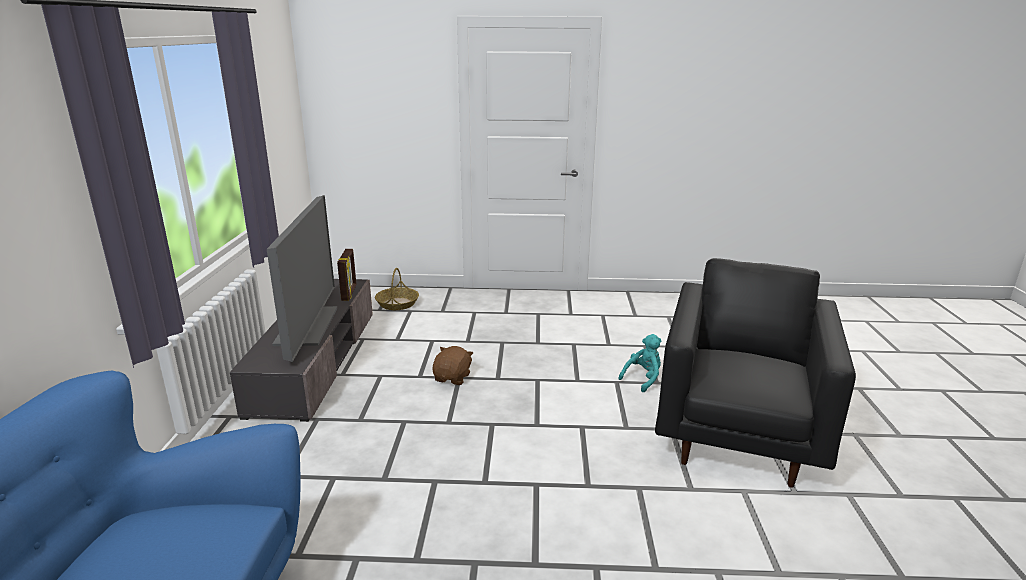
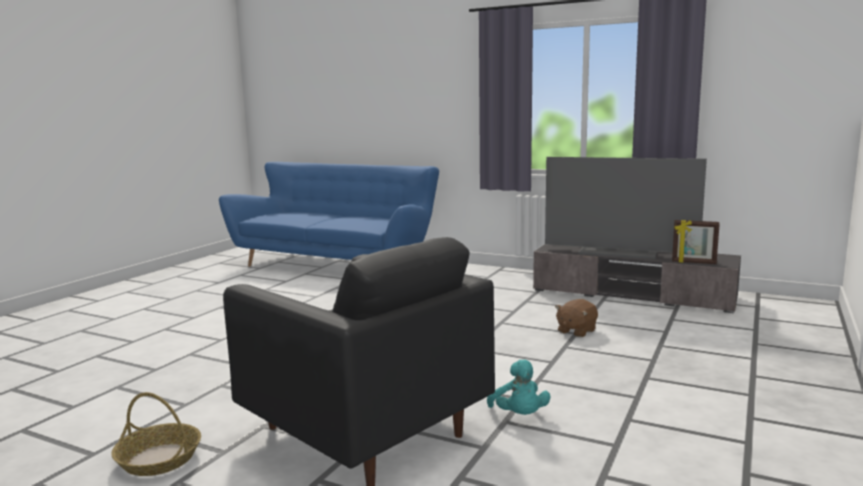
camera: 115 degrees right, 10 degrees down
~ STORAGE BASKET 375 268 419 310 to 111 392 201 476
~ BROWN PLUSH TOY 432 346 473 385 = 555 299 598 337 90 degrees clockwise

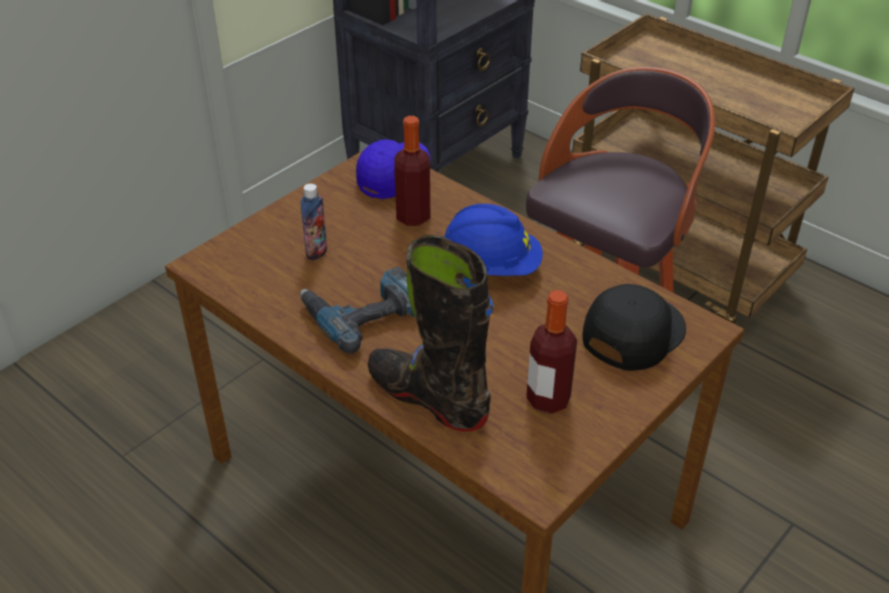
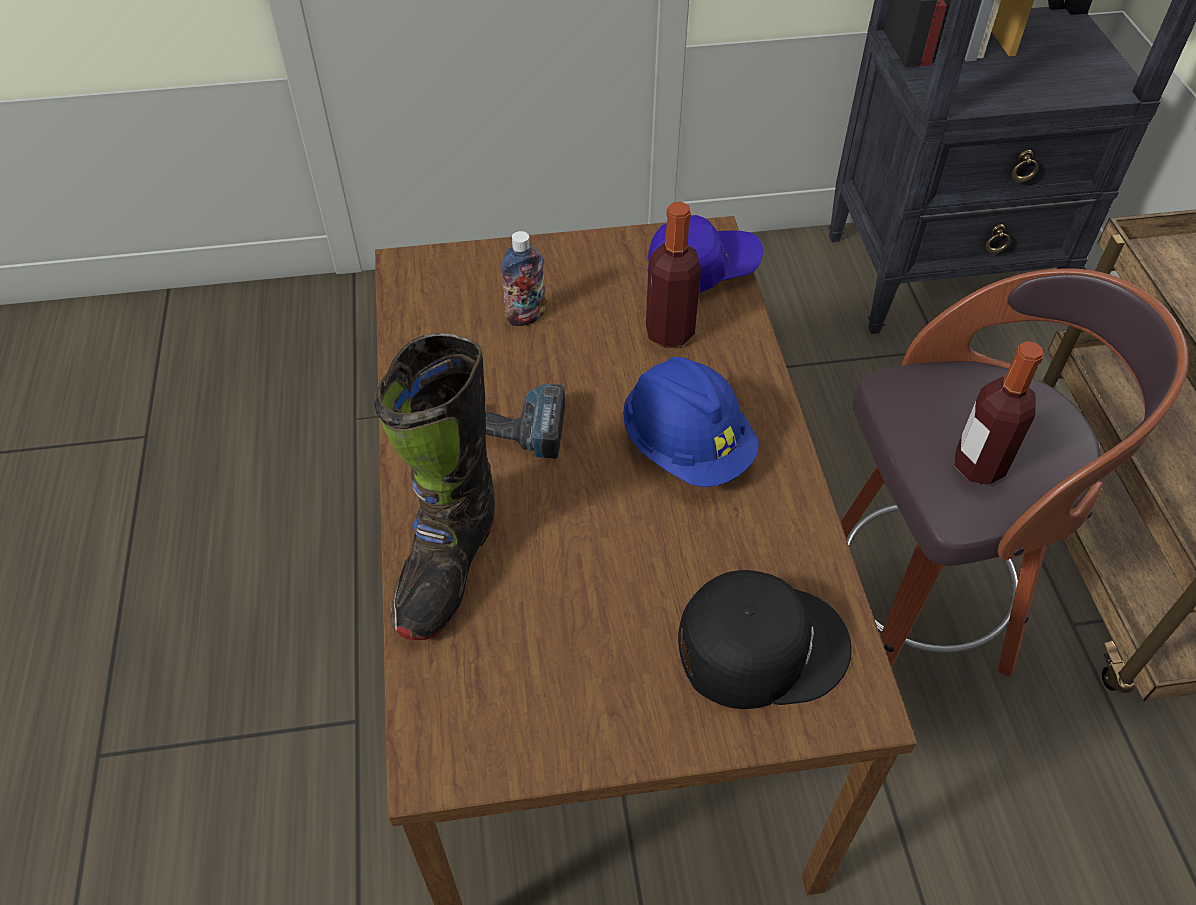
camera: 40 degrees right, 10 degrees up
~ BLACK BOOT 368 235 494 431 = 374 333 495 640 150 degrees counterclockwise
~ BEVERAGE BOTTLE 526 290 577 414 to 954 341 1043 485

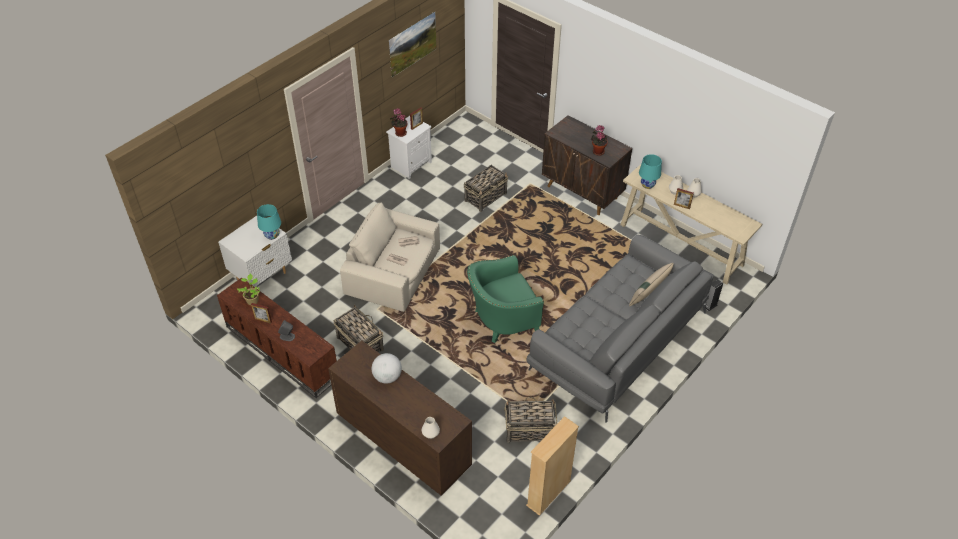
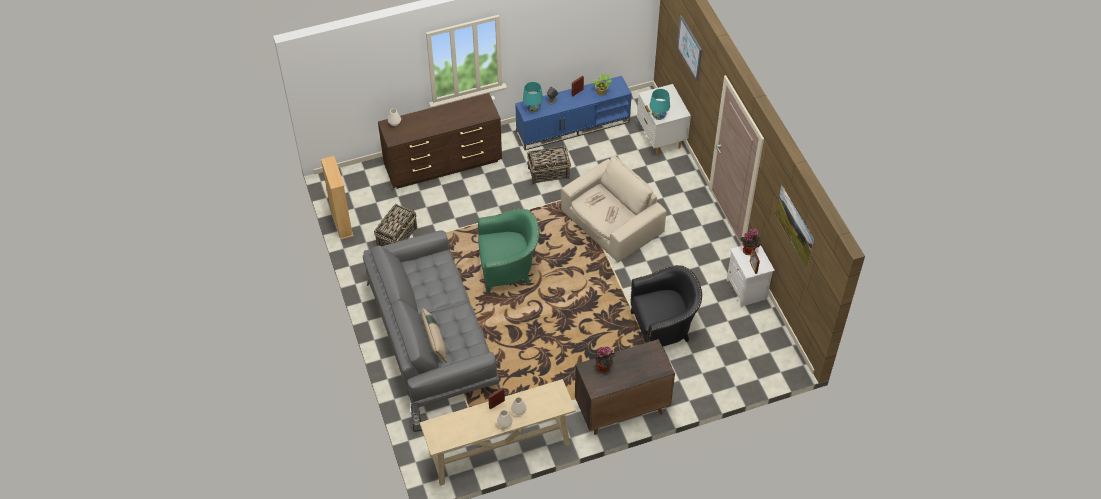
camera: 120 degrees right, 5 degrees up
~ TURQUOISE-COLOURED LAMP FOR A TABLE 639 154 662 189 to 523 82 543 112
~ STORAGE BASKET 464 165 508 212 to BLACK LOUNGE CHAIR 630 265 702 347
~ GREENISH LOUNGE CHAIR 467 255 544 343 = 478 209 539 293 75 degrees clockwise
~ BROWN TV STAND 217 277 337 398 to BLUE TV STAND 515 76 632 150
- WORLD GLOBE 372 353 402 384
+ WALL PICTURE 677 15 702 81

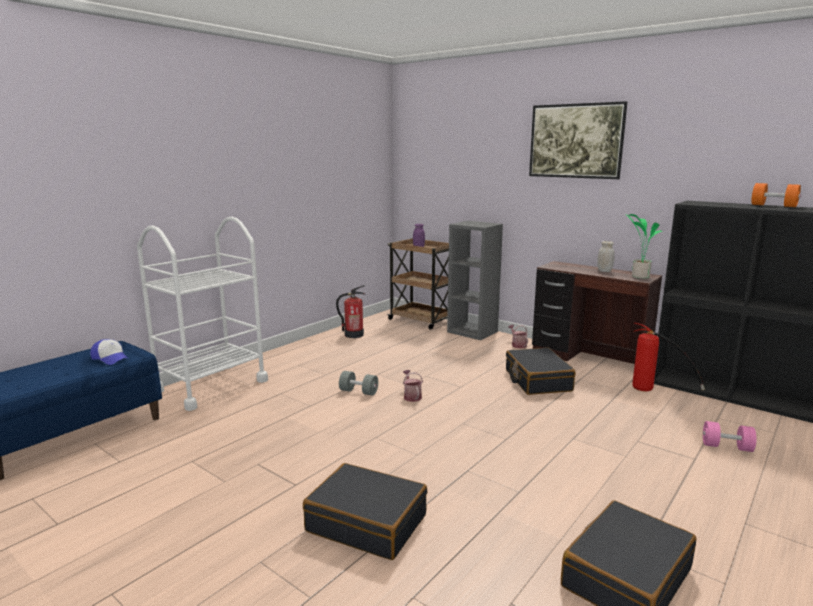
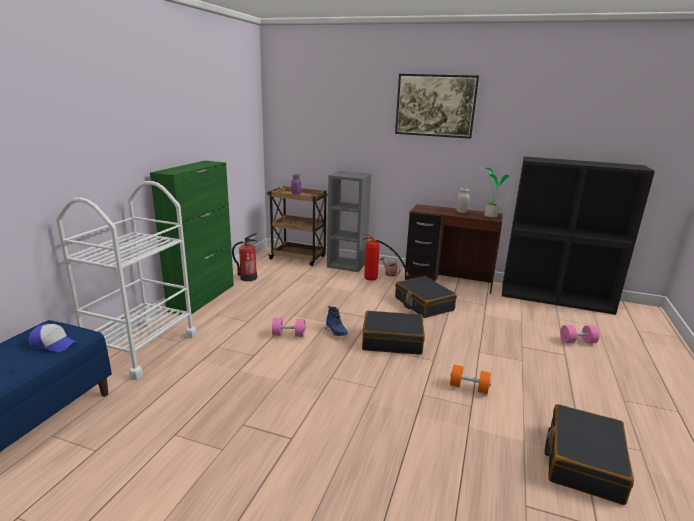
camera: 20 degrees left, 5 degrees up
~ ORANGE-COLOURED HAND WEIGHT 751 183 801 207 to 450 365 491 394
~ FIRE EXTINGUISHER 632 323 705 391 to 363 234 409 281
~ WATERING CAN 403 370 423 402 to BLUE BOOT 325 306 348 336
~ GRAY HAND WEIGHT 339 371 378 396 to PINK-COLOURED HAND WEIGHT 272 318 306 337
~ BLACK SUITCASE 303 463 427 560 to 362 311 425 355
+ GREENISH CABINET 150 161 234 315

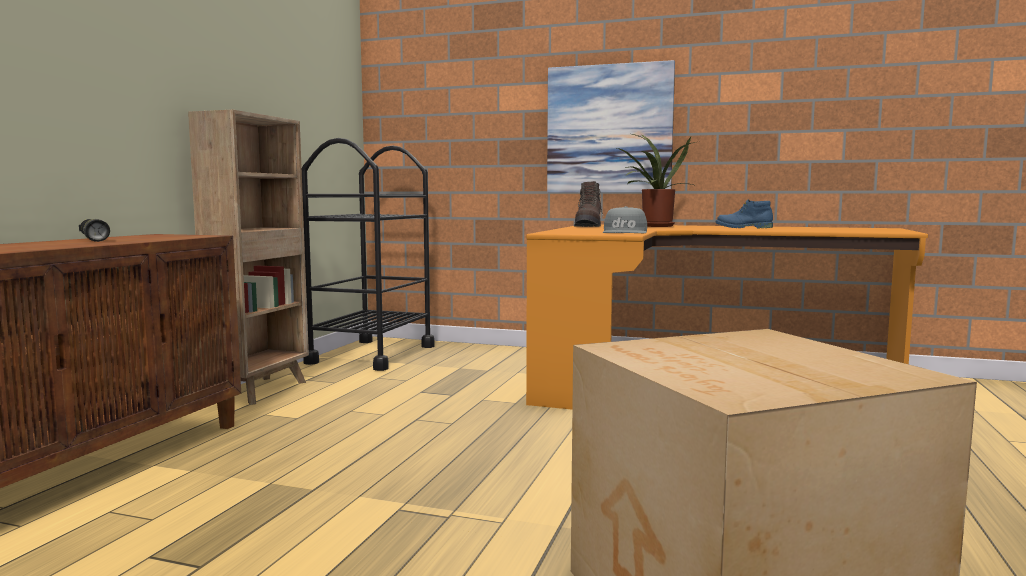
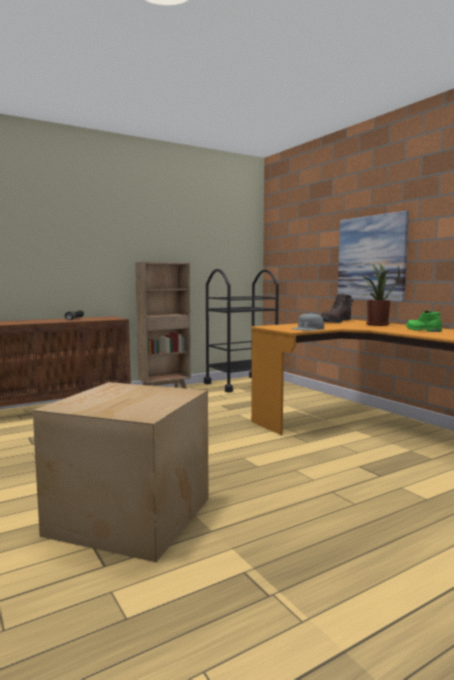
camera: 40 degrees right, 0 degrees up
~ BLUE BOOT 716 200 773 228 to GREENISH BOOT 406 310 442 332

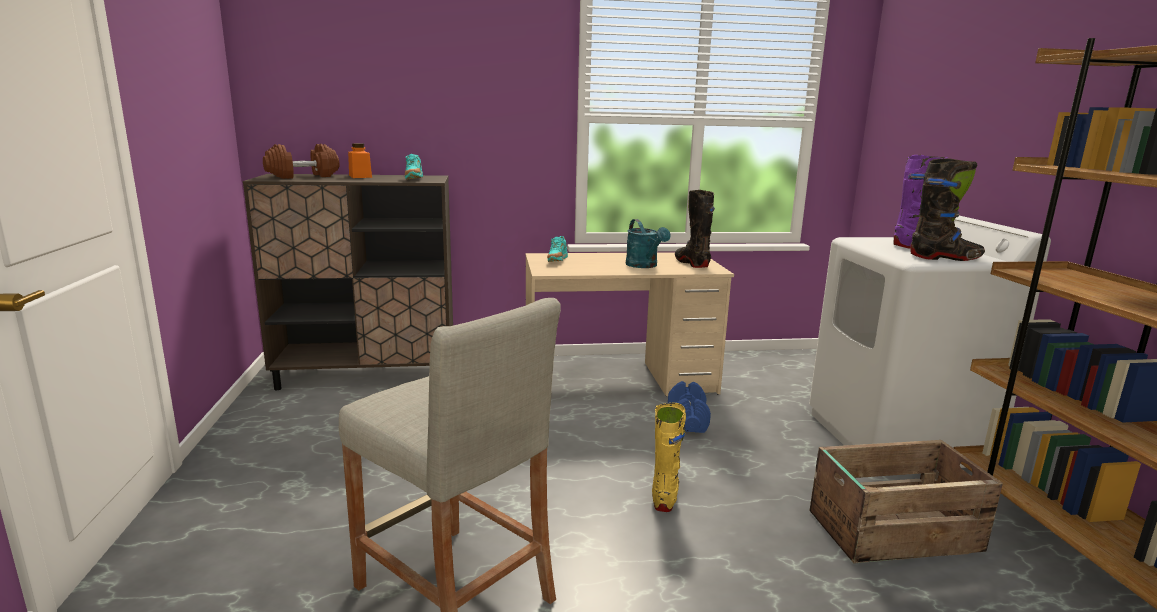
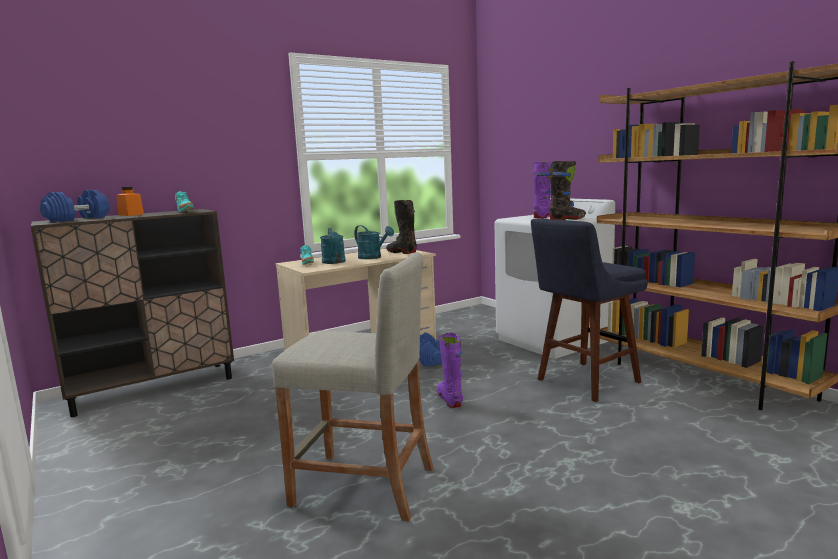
camera: 25 degrees left, 5 degrees down
~ BROWN HAND WEIGHT 263 144 340 179 to BLUE HAND WEIGHT 40 190 109 222
~ YELLOW-COLOURED BOOT 652 403 686 512 to PURPLE-COLOURED BOOT 437 333 463 408
~ SHIPPING CRATE 810 440 1003 564 to BLUE SITTING STOOL 531 218 648 402
+ TURQUOISE-COLOURED WATERING CAN 320 228 346 264

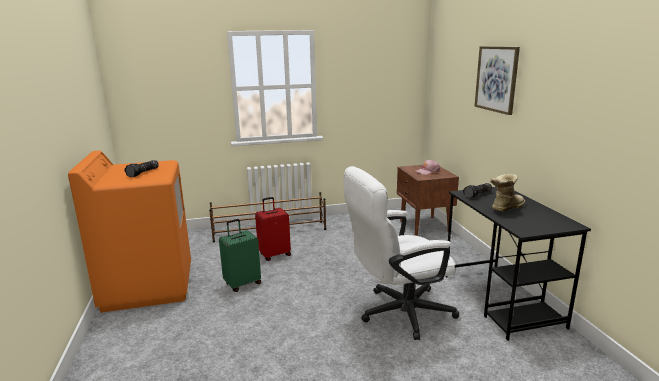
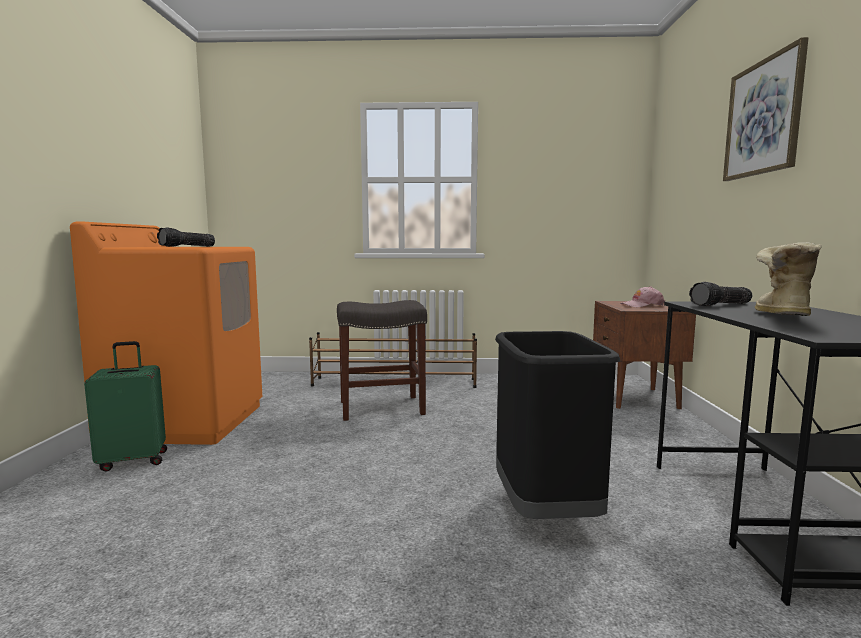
camera: 15 degrees right, 10 degrees down
~ WHITE-COLOURED OFFICE CHAIR 343 166 459 340 to BLACK RUBBISH BIN 495 331 620 519
~ BOOT 491 174 525 211 = 755 242 821 316 45 degrees counterclockwise
~ RED-COLOURED SUITCASE 255 197 291 261 to GRAY SITTING STOOL 337 300 427 421
~ GREENISH SUITCASE 219 219 261 292 to 84 341 167 471

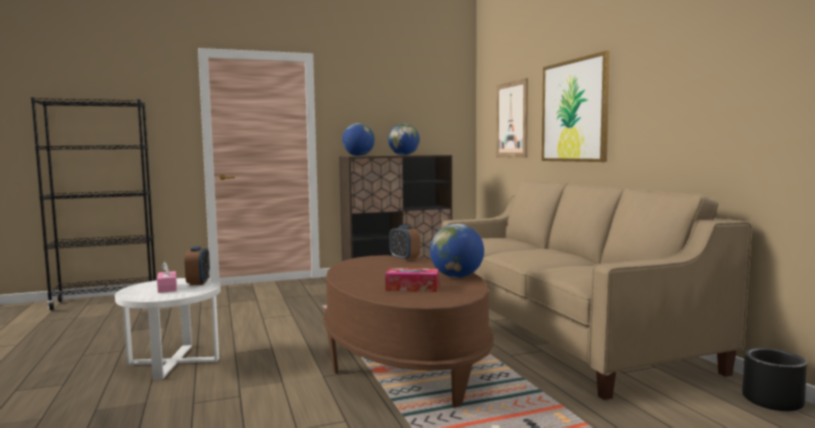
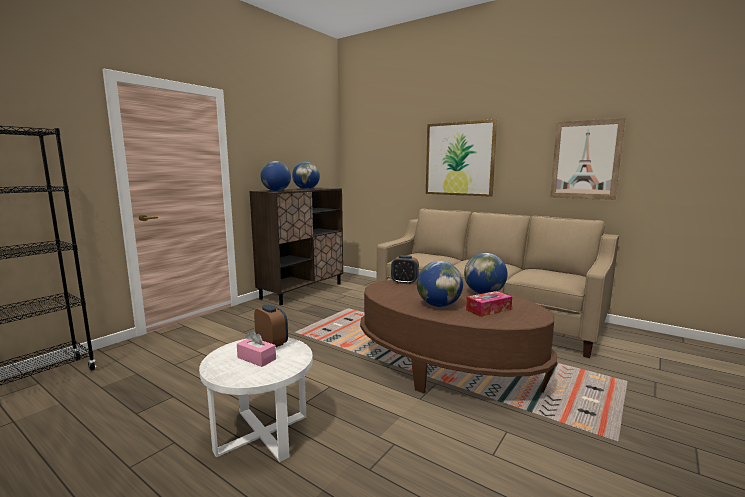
camera: 35 degrees left, 5 degrees up
~ WALL PICTURE 496 78 528 158 to 550 118 625 200
- BLACK PLANTER 742 348 807 411
+ WORLD GLOBE 417 261 463 307

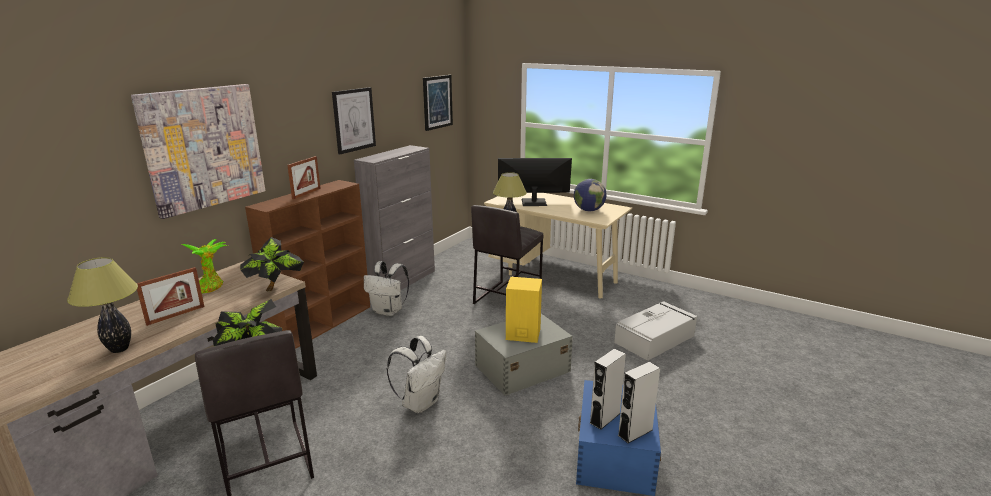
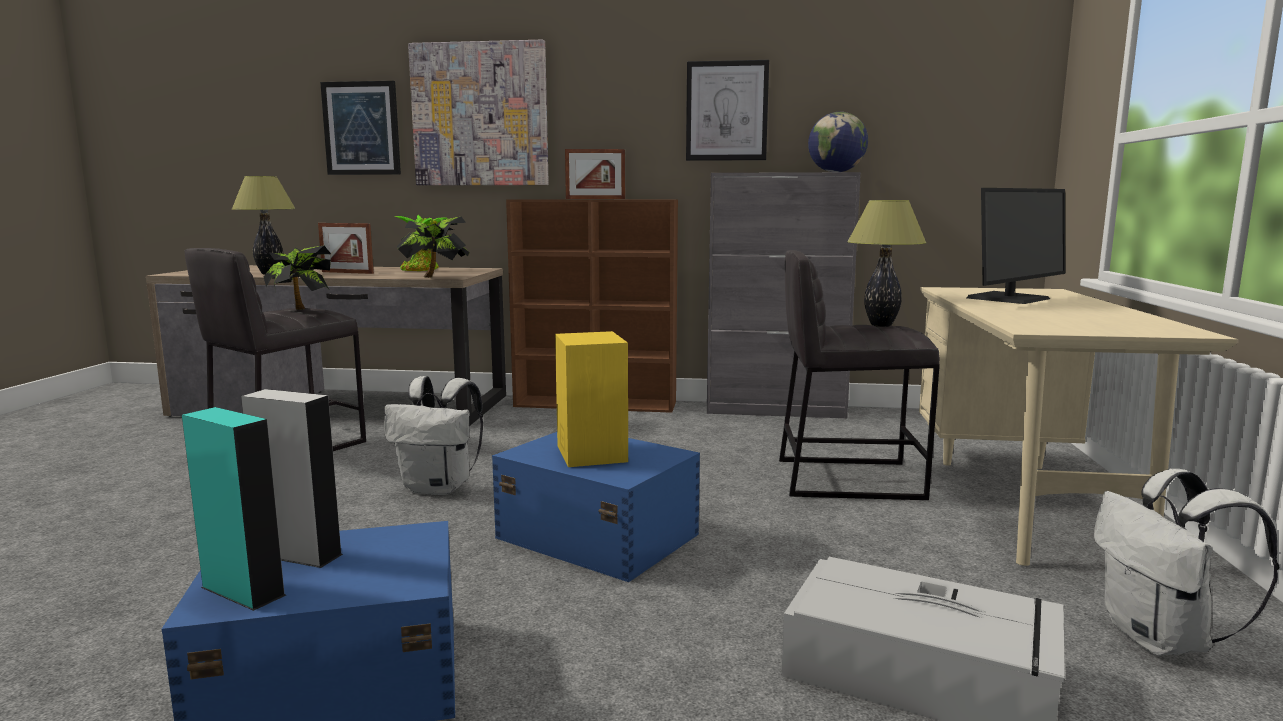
camera: 65 degrees right, 10 degrees down
~ WALL PICTURE 423 75 453 131 to 320 81 401 175
~ MONITOR 498 158 572 206 = 967 188 1065 304 75 degrees clockwise
~ WORLD GLOBE 574 179 607 211 to 808 112 868 172
~ WHITE-COLOURED RUCKSACK 364 261 409 316 to 1094 469 1279 656
~ GRAY STORAGE CONTAINER 475 314 573 396 to BLUE STORAGE CONTAINER 492 432 700 582
~ GRAY LOUDSPEAKER 618 362 660 443 to TURQUOISE-COLOURED LOUDSPEAKER 182 407 286 611

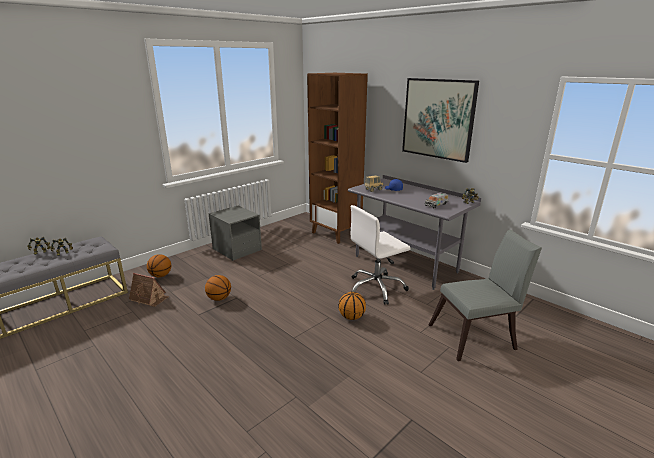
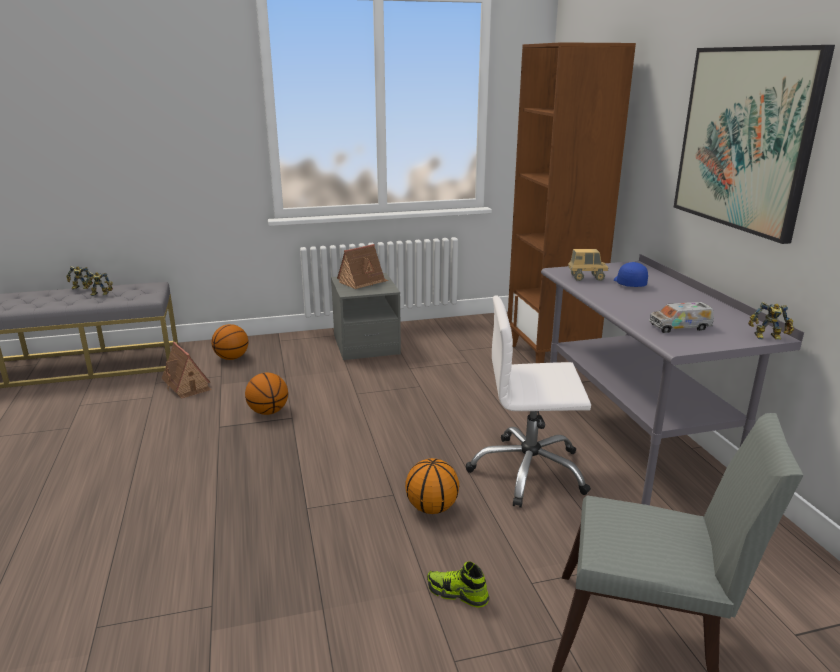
camera: 30 degrees right, 0 degrees up
+ TOY HOUSE 337 244 388 289
+ LOW SHOE 427 561 489 608

